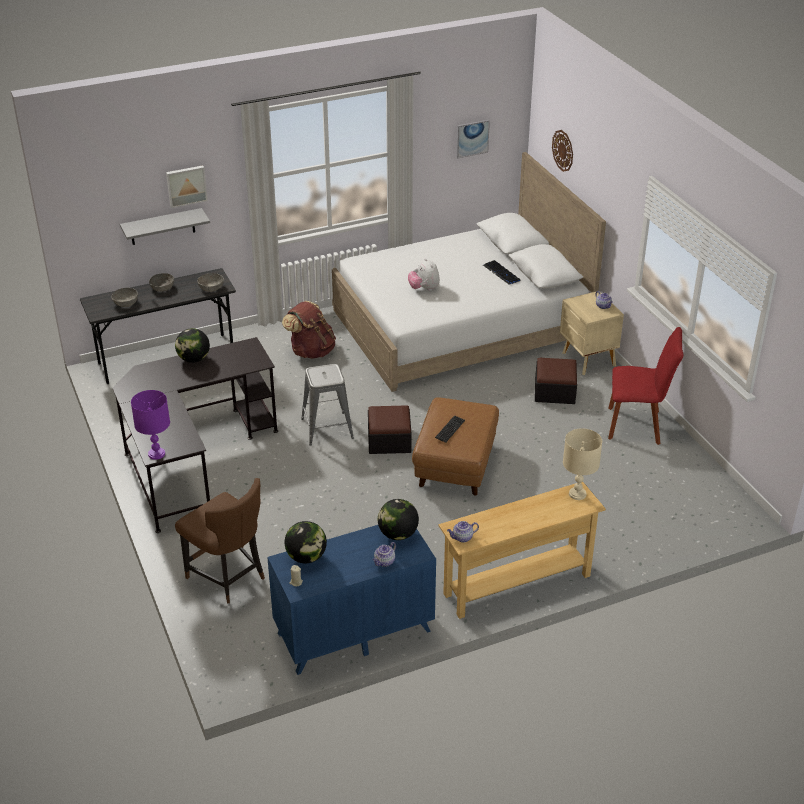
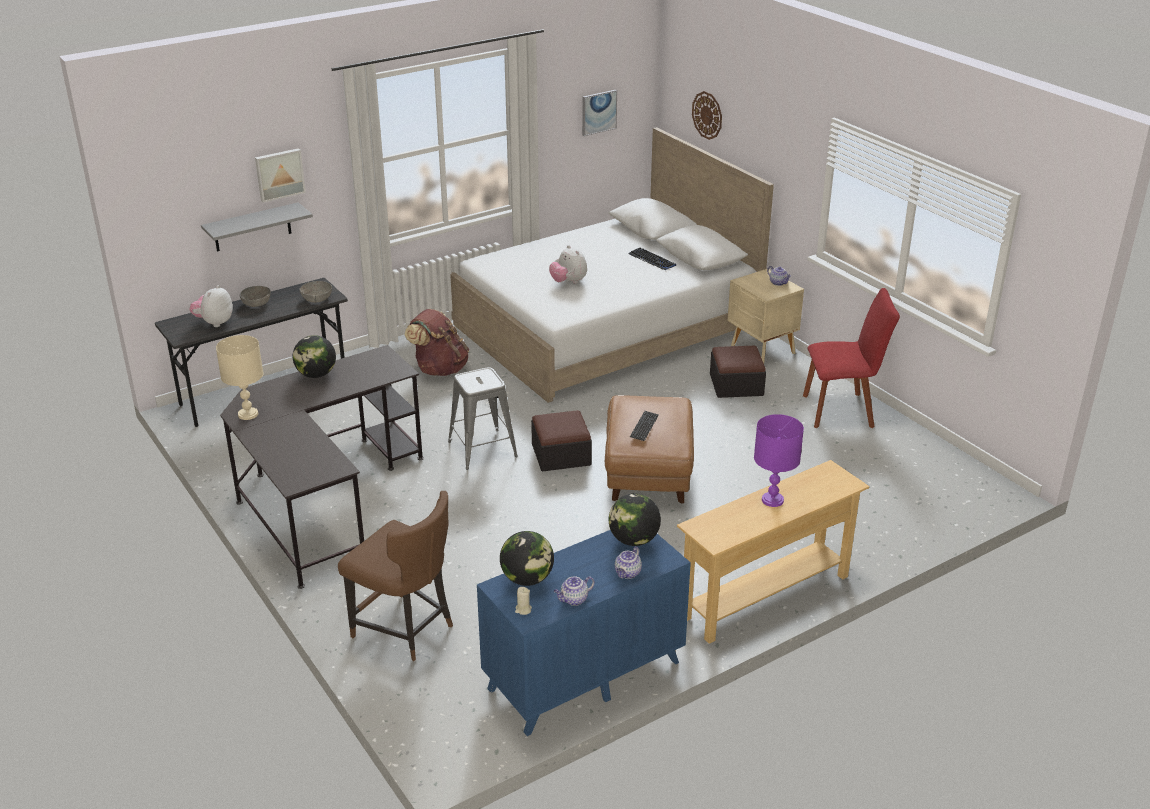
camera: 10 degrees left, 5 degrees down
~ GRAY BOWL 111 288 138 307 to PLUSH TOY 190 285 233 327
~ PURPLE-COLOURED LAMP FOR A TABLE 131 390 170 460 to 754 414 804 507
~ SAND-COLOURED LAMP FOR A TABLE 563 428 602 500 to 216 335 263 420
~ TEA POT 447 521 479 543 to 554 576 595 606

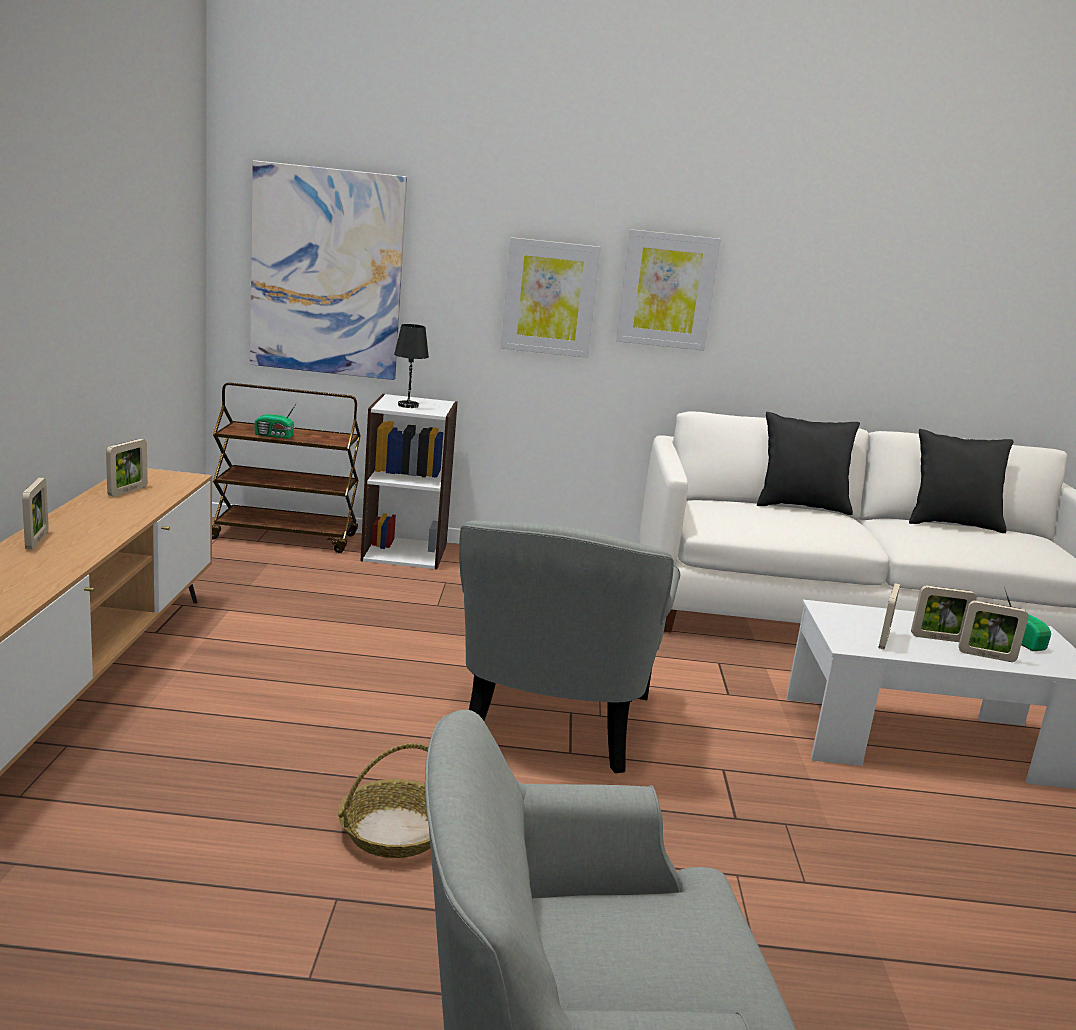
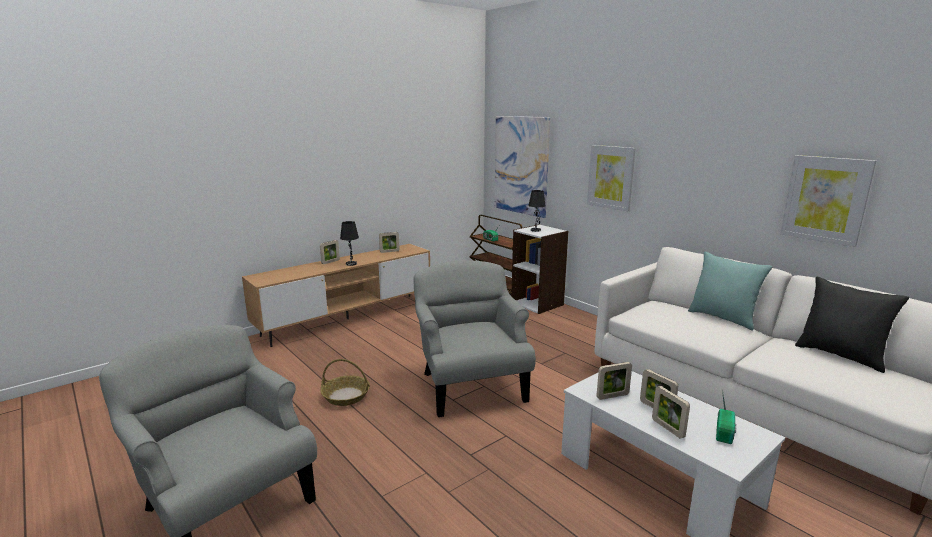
camera: 50 degrees right, 0 degrees up
~ WALL PICTURE 616 229 721 351 to 780 155 876 247
~ BLACK PILLOW 757 412 860 515 to TURQUOISE-COLOURED PILLOW 688 251 773 330
~ GRAY LOUNGE CHAIR 459 521 680 773 = 414 260 536 417 105 degrees clockwise
+ BLACK LAMP FOR A TABLE 340 221 359 266

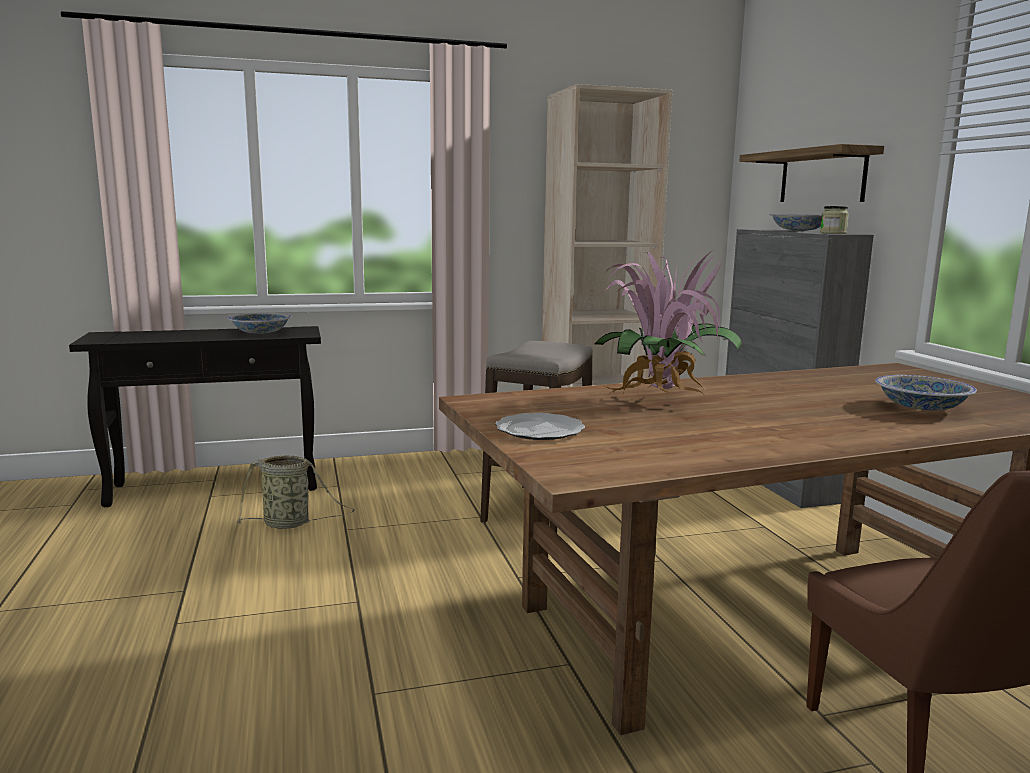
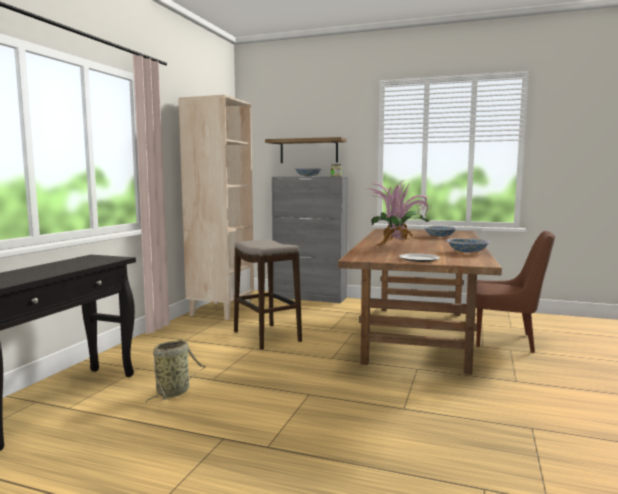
camera: 55 degrees left, 5 degrees down
~ BOWL 228 313 292 334 to 446 238 491 253

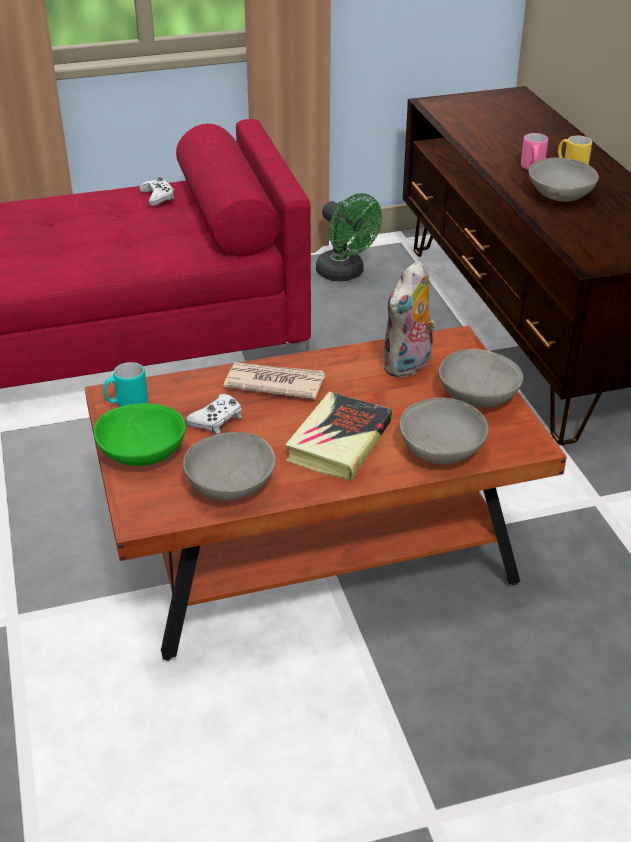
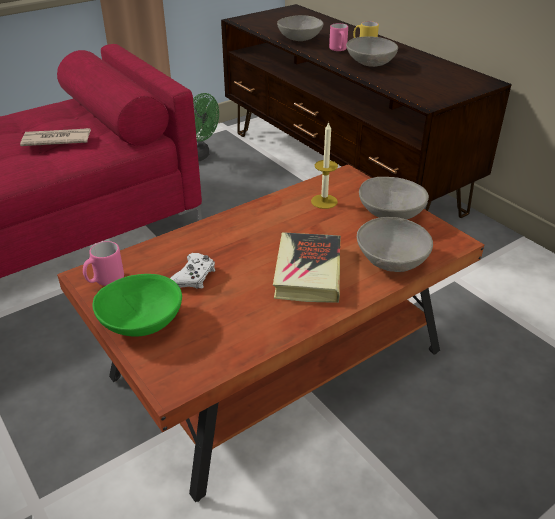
camera: 20 degrees left, 0 degrees up
- WHITE-COLOURED GAME CONTROLLER 139 177 174 206
~ PLUSH TOY 382 260 437 378 to CANDLE 311 121 338 209
~ TURQUOISE-COLOURED MUG 103 362 148 407 to PINK-COLOURED MUG 83 241 124 286
~ DAILY PAPER 223 362 325 399 to 20 128 91 146
~ GRAY BOWL 183 432 276 501 to 277 15 324 41

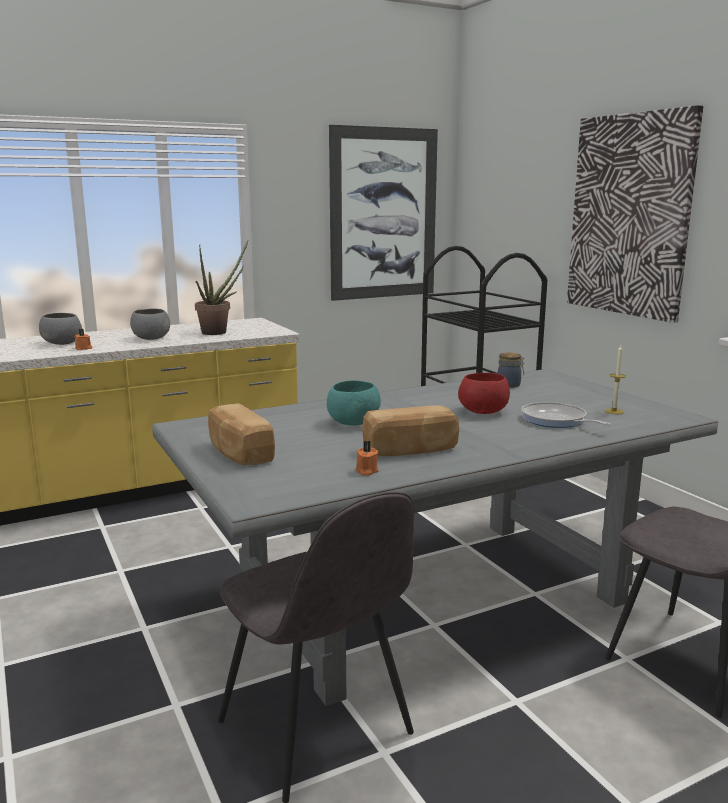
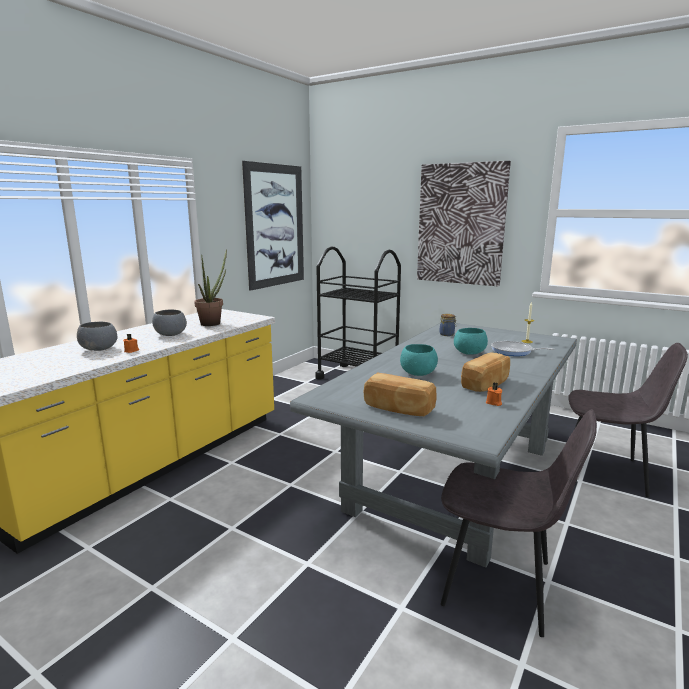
camera: 30 degrees left, 0 degrees up
~ RED-COLOURED BOWL 458 373 510 414 to TURQUOISE-COLOURED BOWL 454 328 488 355

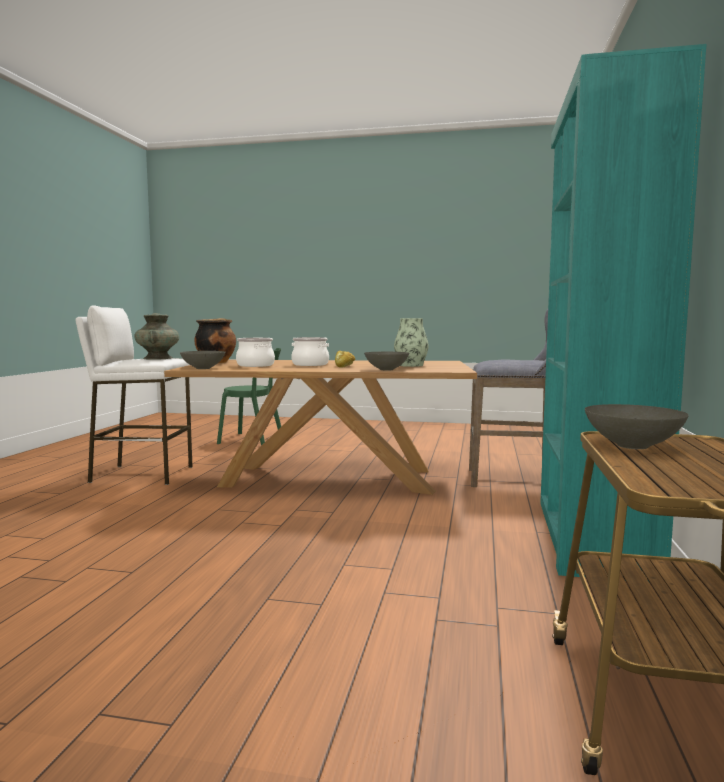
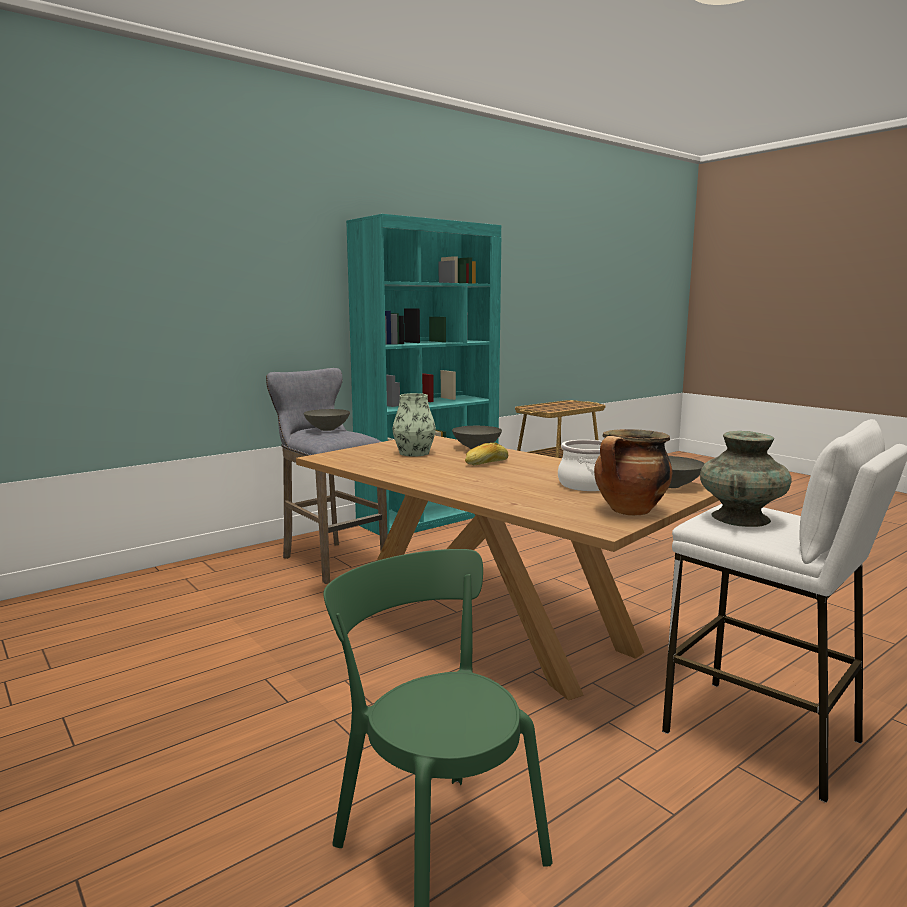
camera: 140 degrees left, 5 degrees up
- STOCKPOT 291 337 329 366
~ GRAY BOWL 585 404 689 449 to 303 409 350 431

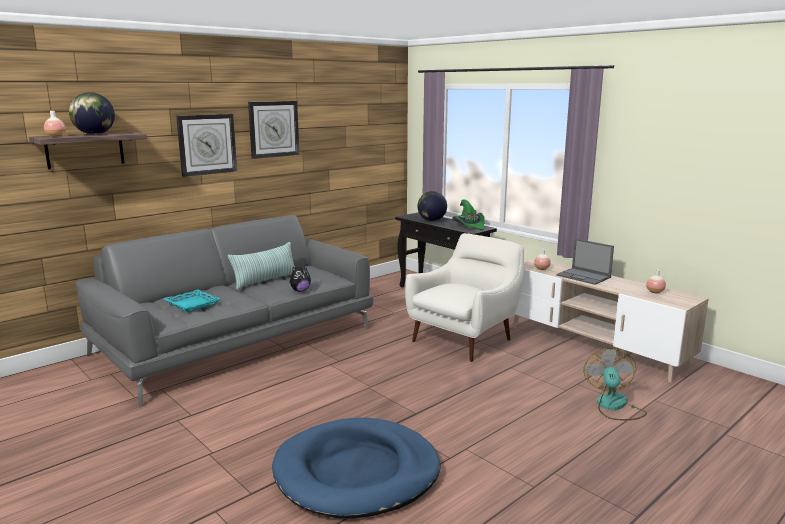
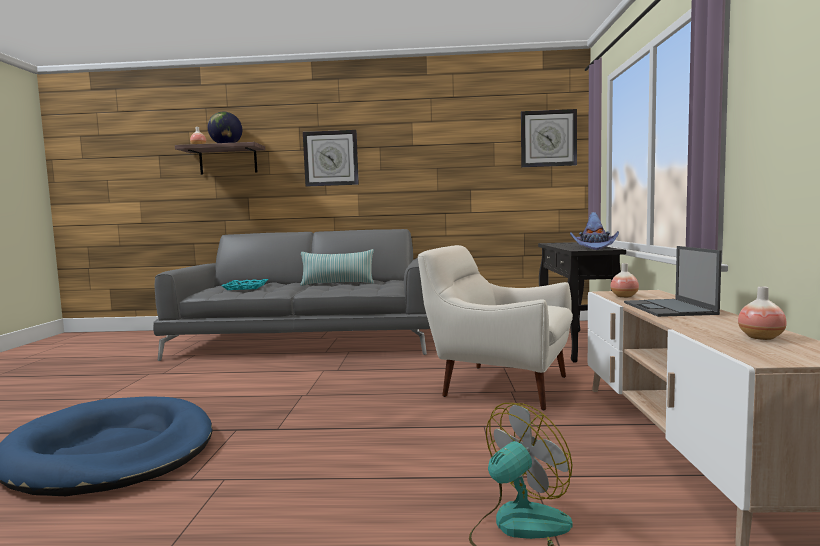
camera: 45 degrees right, 10 degrees down
~ WALL CLOCK 248 101 299 159 to 521 109 577 167
- WORLD GLOBE 417 191 447 221
~ GREENISH WEARABLE HAT 452 200 485 230 to PURPLE-COLOURED WEARABLE HAT 570 212 619 250
~ WHITE-COLOURED LOUNGE CHAIR 405 233 524 362 = 418 245 573 410 150 degrees counterclockwise
- PLUSH TOY 289 265 311 292

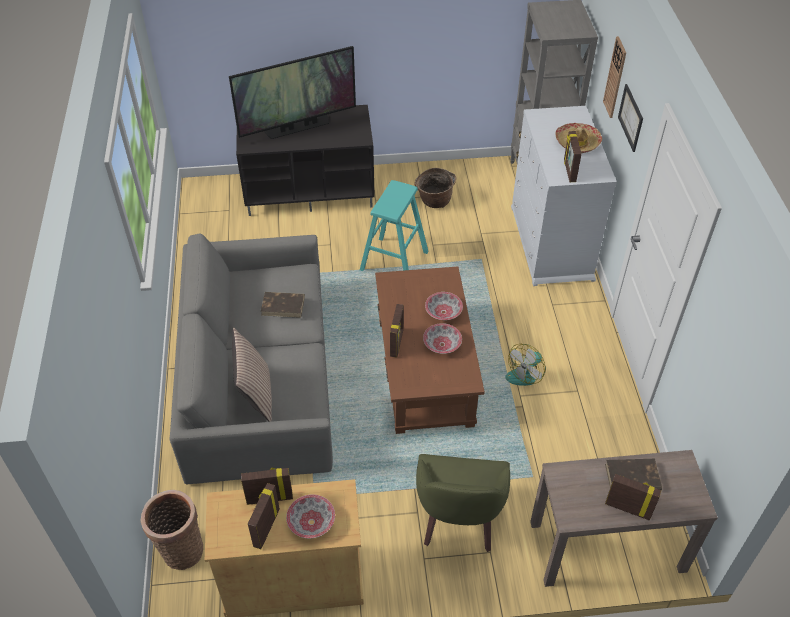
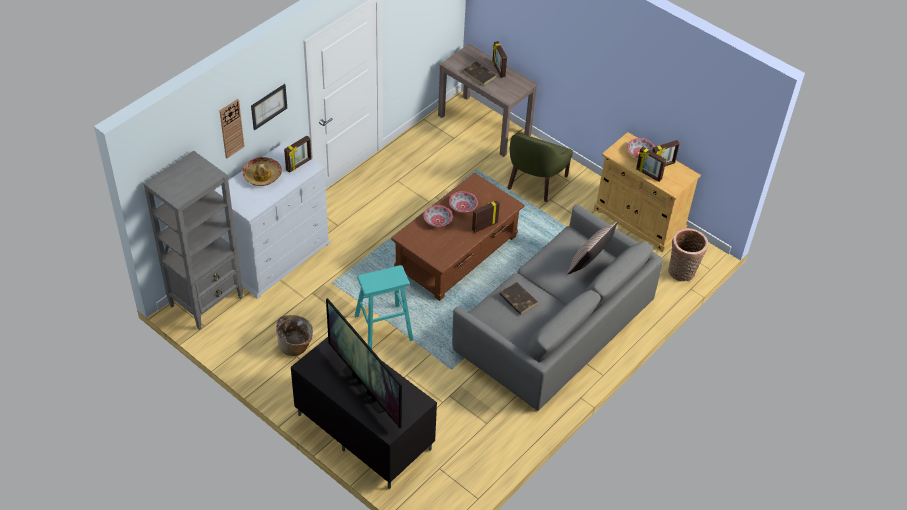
camera: 135 degrees left, 0 degrees up
~ TV SET 229 46 356 139 = 326 298 402 428 150 degrees counterclockwise
- ELECTRIC FAN 505 344 546 386
~ GREENISH LOUNGE CHAIR 416 454 510 552 = 507 133 573 202 150 degrees clockwise

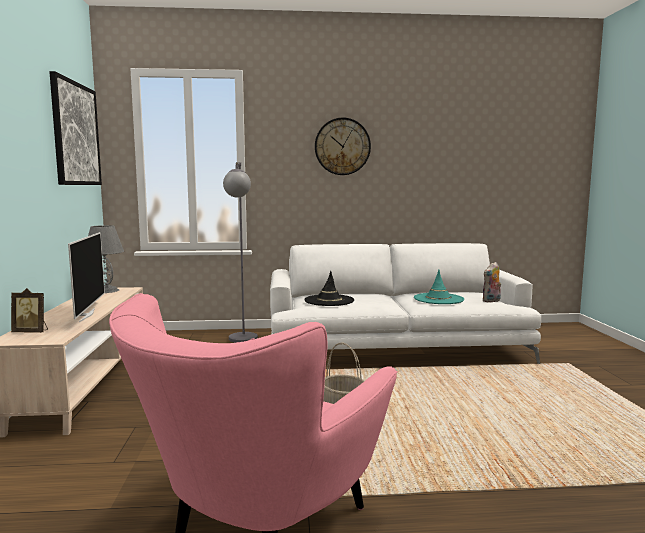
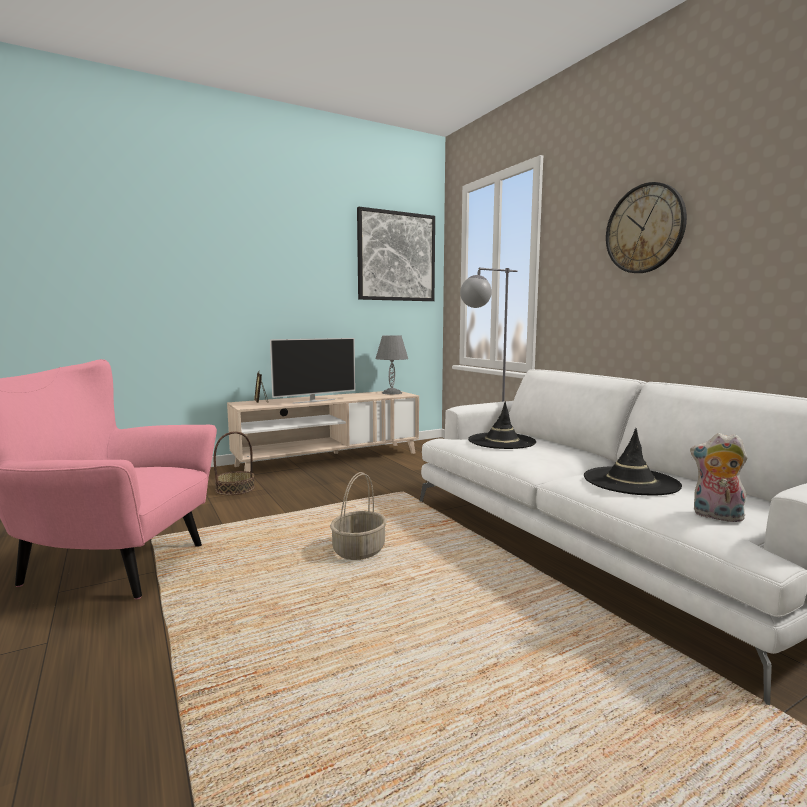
camera: 65 degrees right, 0 degrees up
~ TURQUOISE-COLOURED WEARABLE HAT 414 270 464 304 to BLACK WEARABLE HAT 584 428 682 495
+ STORAGE BASKET 214 431 255 495

